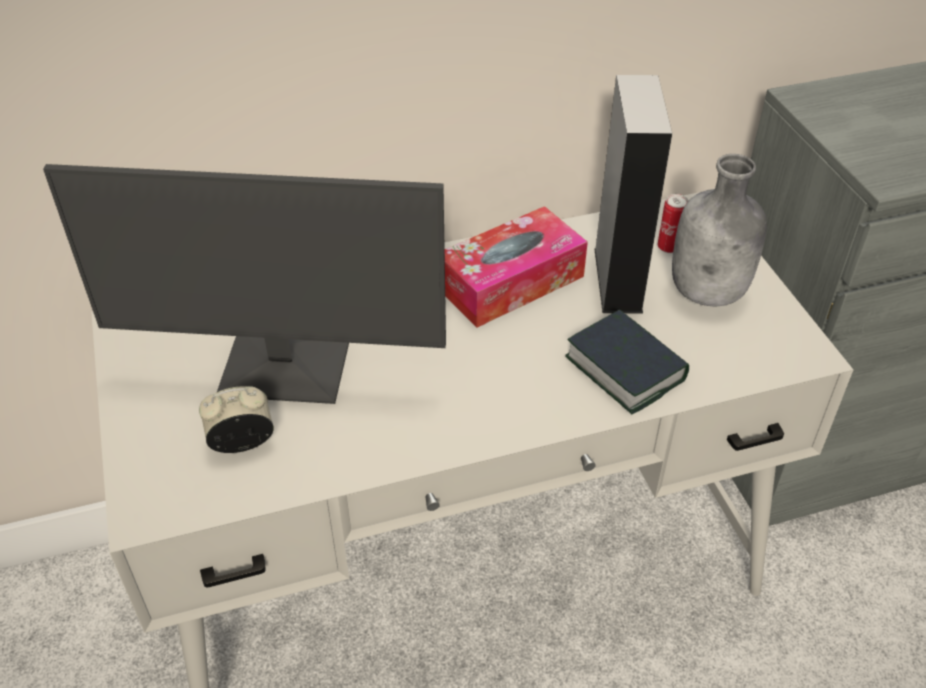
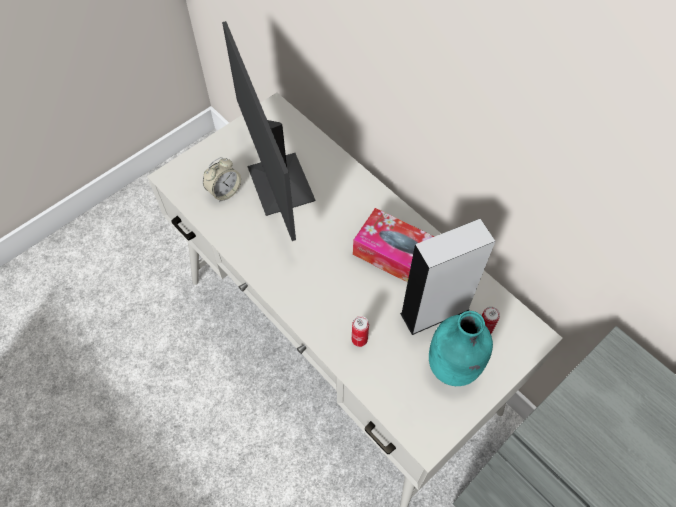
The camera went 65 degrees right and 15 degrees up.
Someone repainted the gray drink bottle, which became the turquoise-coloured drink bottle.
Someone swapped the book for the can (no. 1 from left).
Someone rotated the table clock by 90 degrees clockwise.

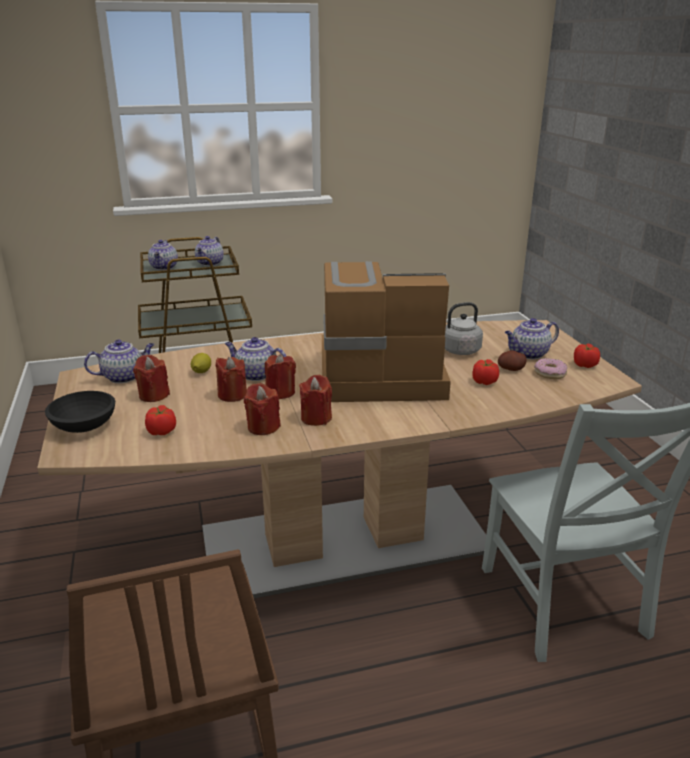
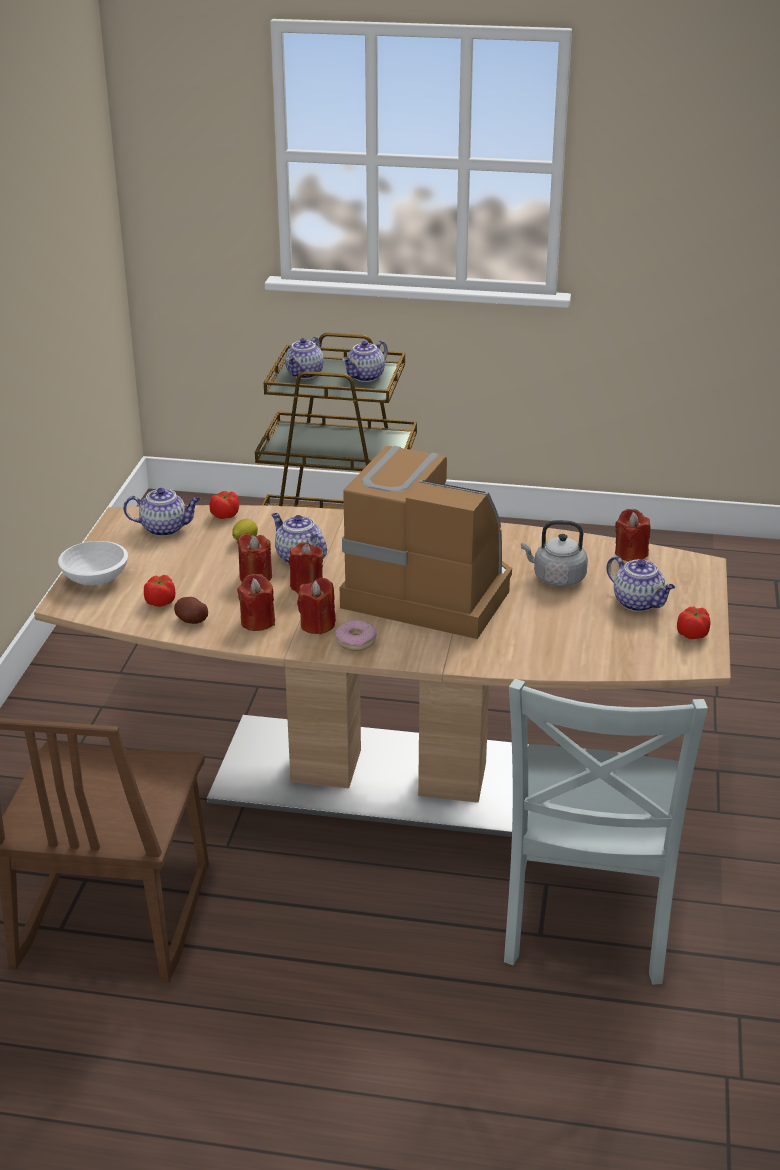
The camera went 25 degrees right and 5 degrees up.
Someone rotated the pot for tea (no. 5 from left) by 135 degrees counterclockwise.
Someone carried the potato.
Someone carried the reddish wax candle (no. 1 from left in the first image).
Someone carried the doughnut.
Someone carried the fresh tomato (no. 2 from left).
Someone repainted the black-coloured bowl, which became the white-coloured bowl.

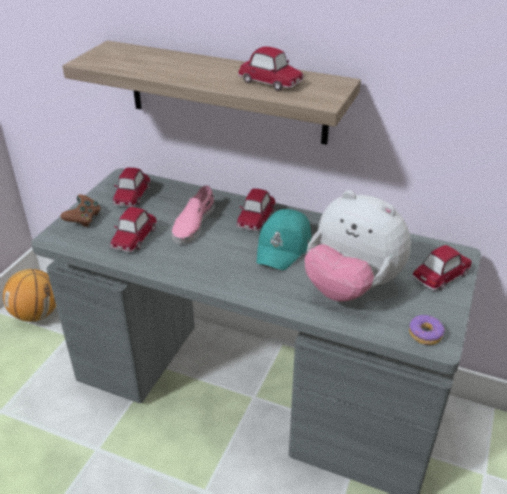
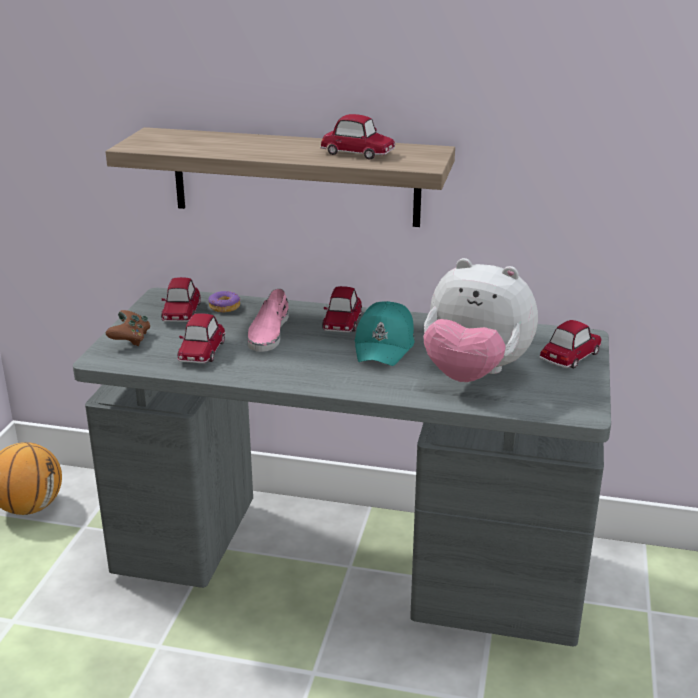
The camera went 10 degrees left and 10 degrees down.
Someone carried the doughnut.

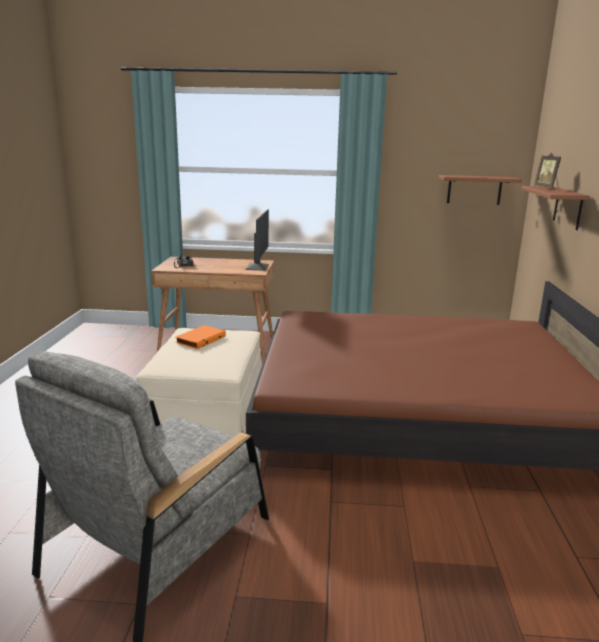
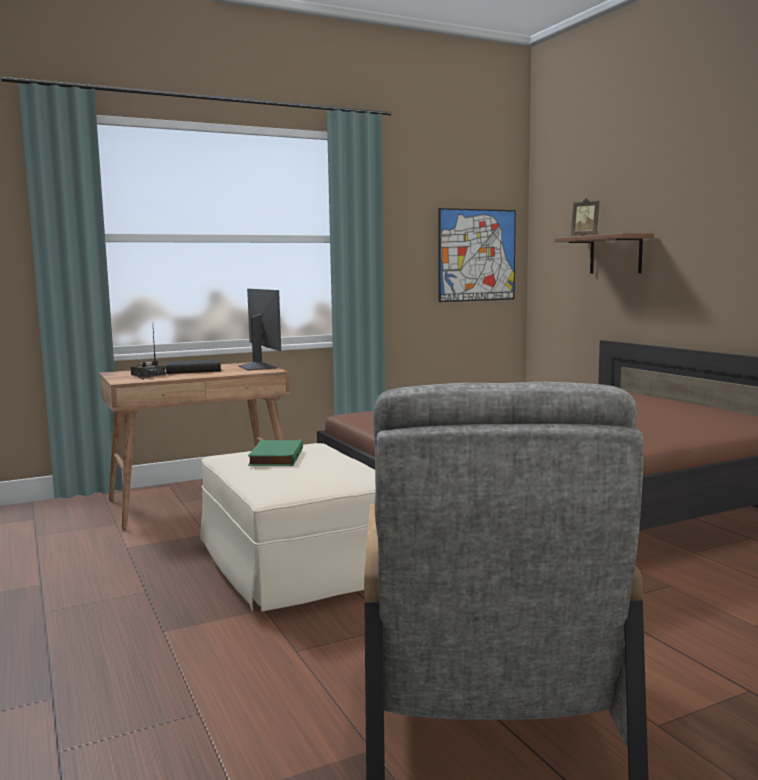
The camera went 30 degrees left and 10 degrees down.
Someone swapped the brown-coloured shelf (no. 1 from left) for the wall picture.
Someone repainted the orangey book, which became the greenish book.
Someone put down the black-coloured book.

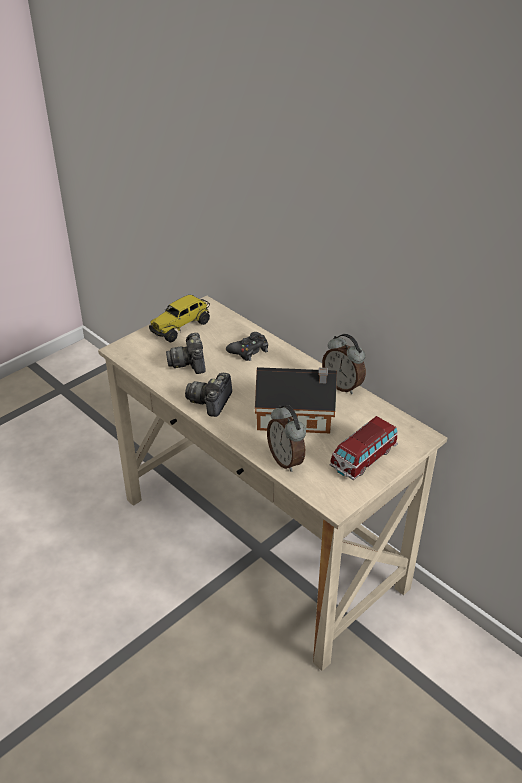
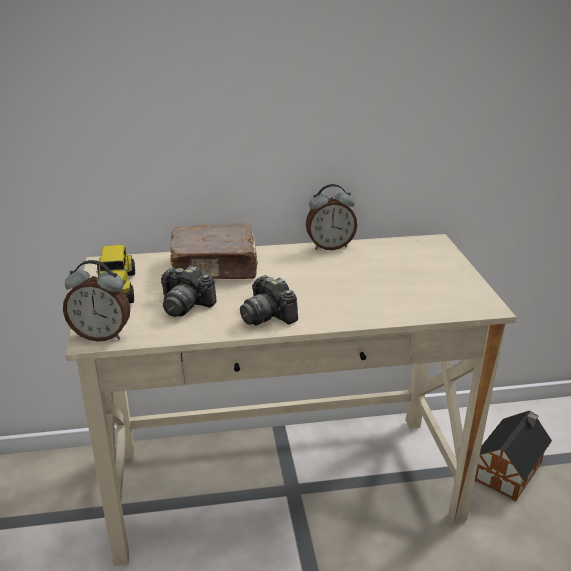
The camera went 55 degrees left and 10 degrees down.
Someone swapped the black-coloured gamepad for the brown-coloured book.
Someone carried the toy house.
Someone carried the table clock (no. 1 from left).
Someone took away the toy car.

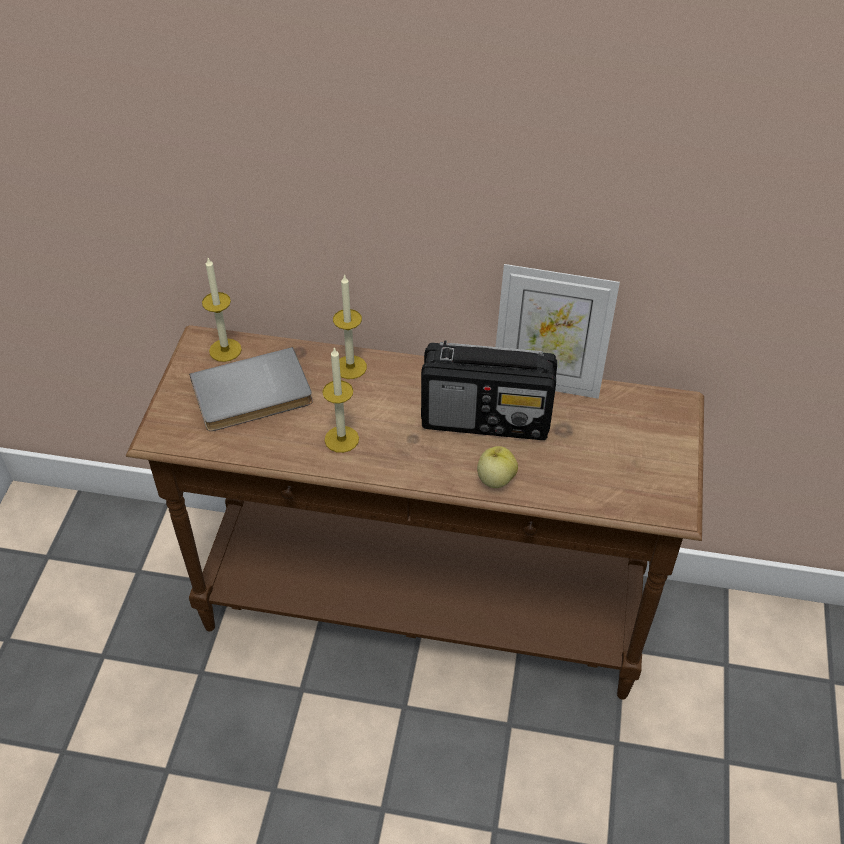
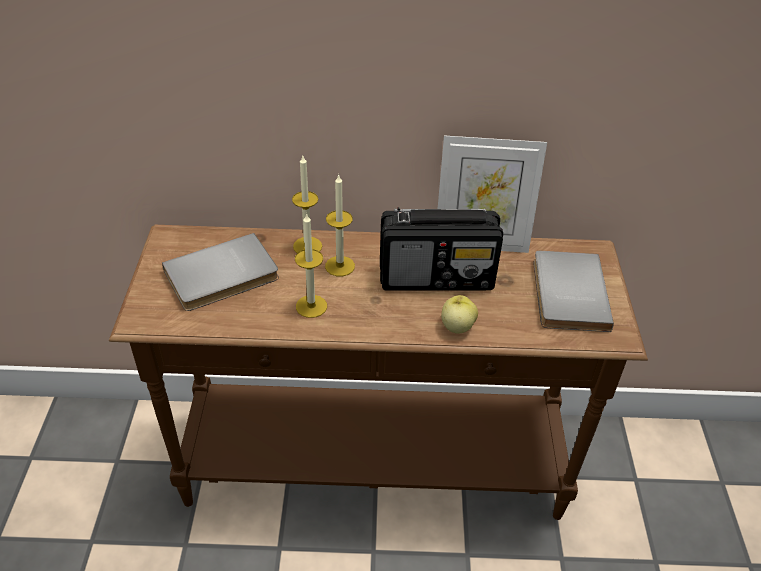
The camera went 10 degrees left and 5 degrees down.
Someone carried the wax candle (no. 1 from left in the first image).
Someone put down the gray book (no. 2 from left).

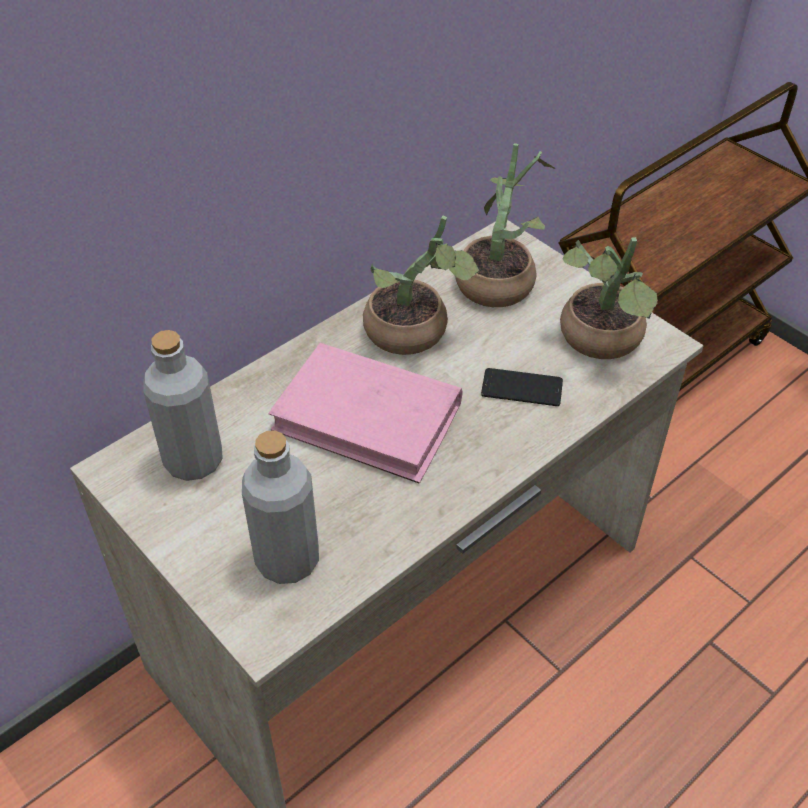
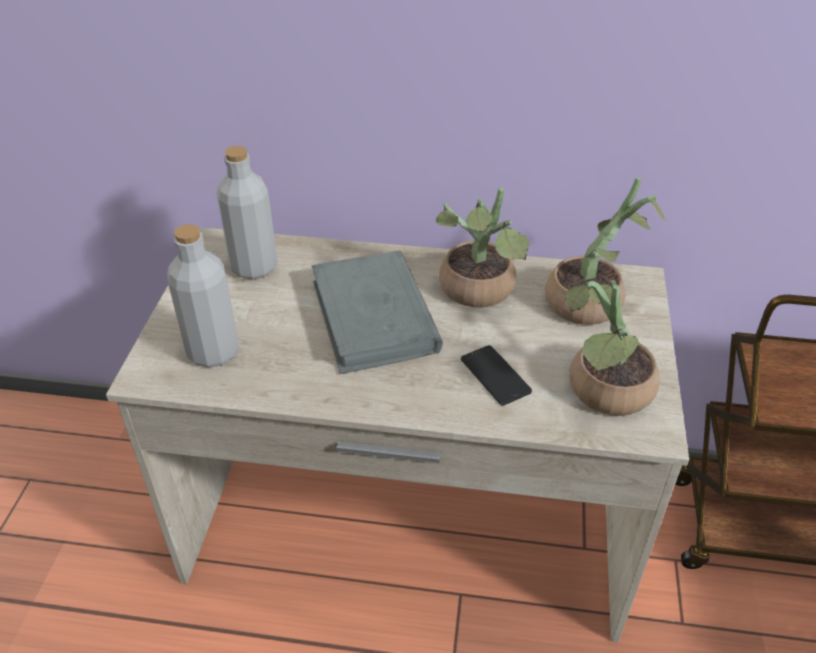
The camera went 50 degrees right and 5 degrees down.
Someone repainted the pinkish book, which became the gray book.

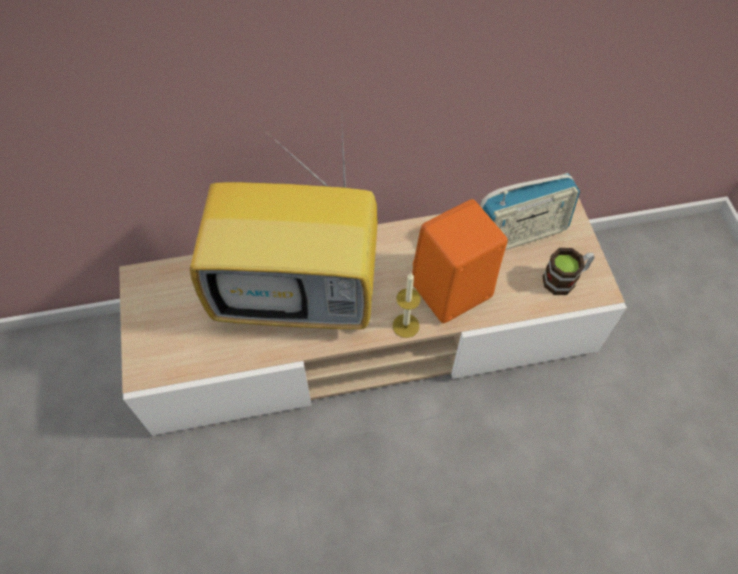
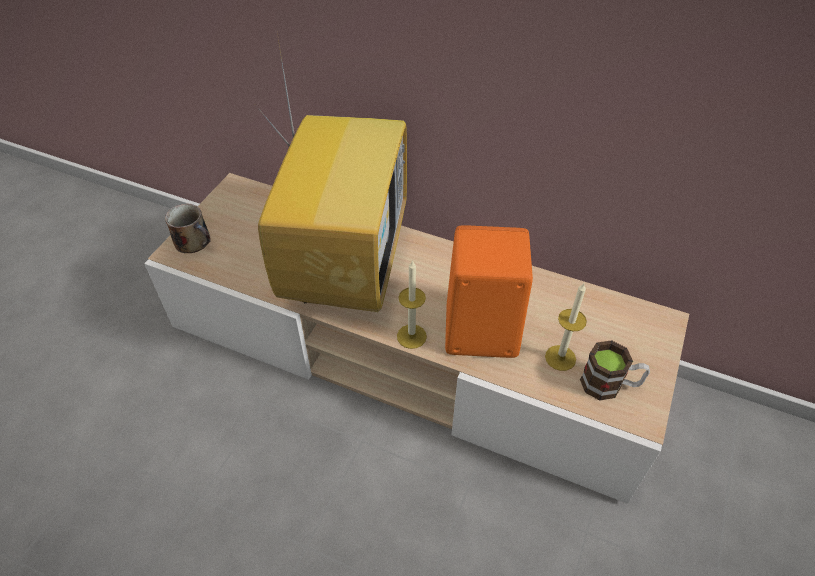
The camera went 35 degrees right and 10 degrees down.
Someone rotated the TV set by 120 degrees counterclockwise.
Someone took away the radio set.
Someone put down the tea mug (no. 1 from left).
Someone put down the wax candle (no. 2 from left).

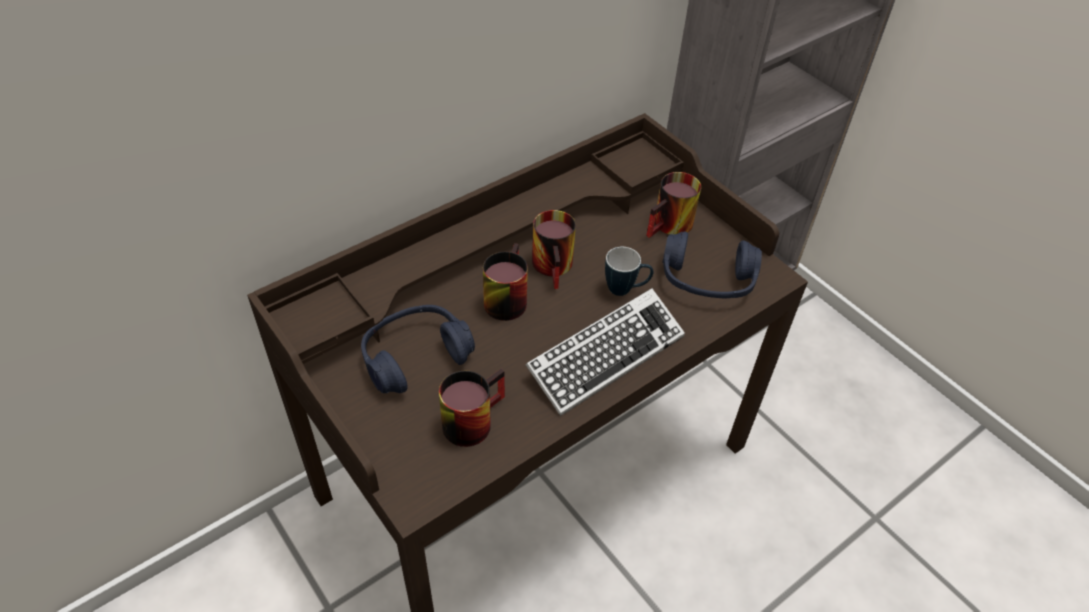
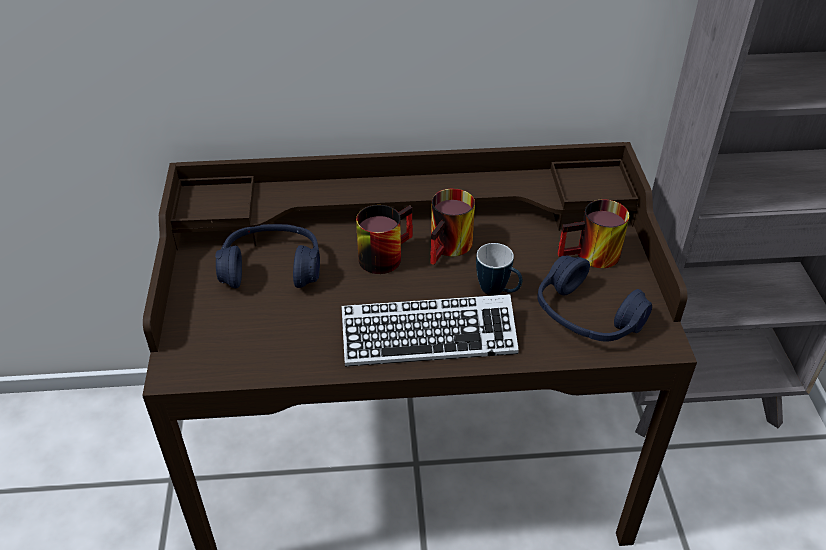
The camera went 35 degrees right and 5 degrees down.
Someone took away the tea mug (no. 1 from left).

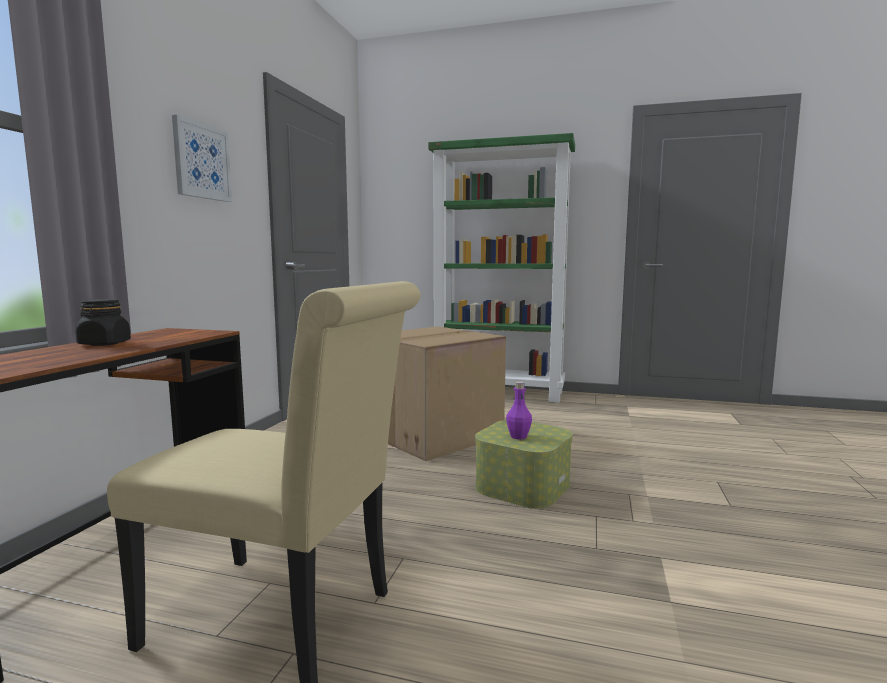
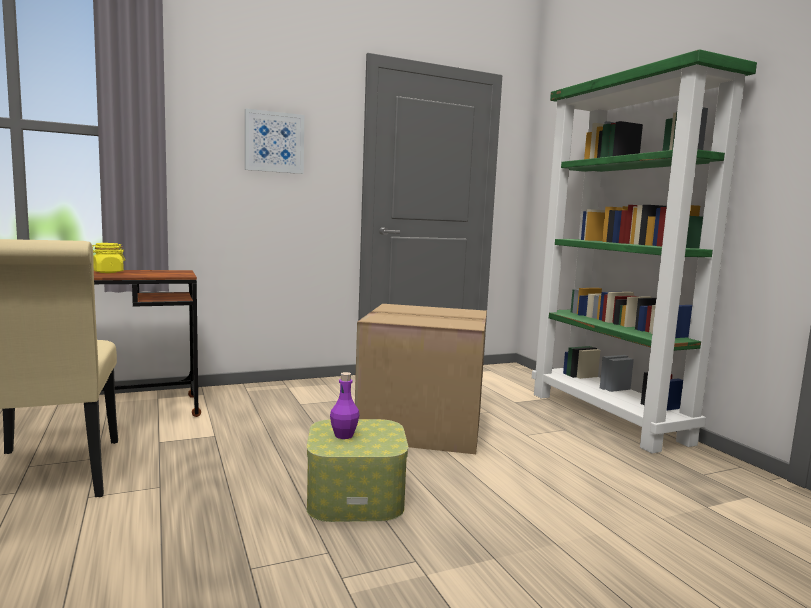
The camera went 50 degrees right and 0 degrees up.
Someone repainted the black-coloured preserve jar, which became the yellowish preserve jar.

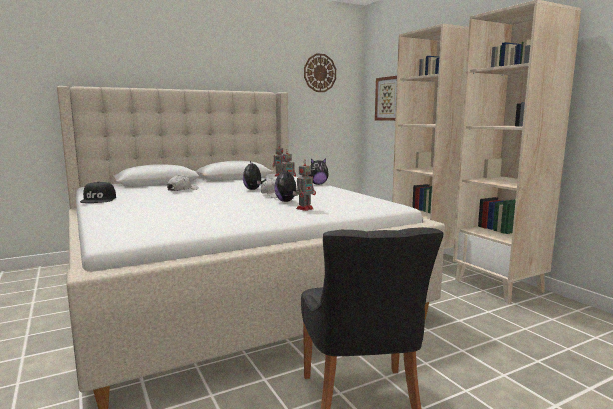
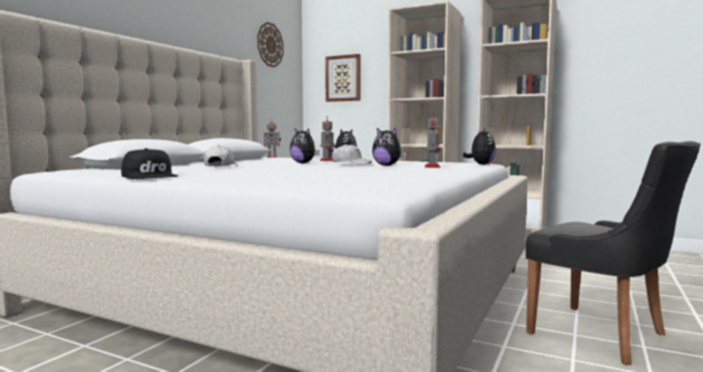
The camera went 35 degrees left and 5 degrees down.
Someone put down the soft toy (no. 4 from left).

